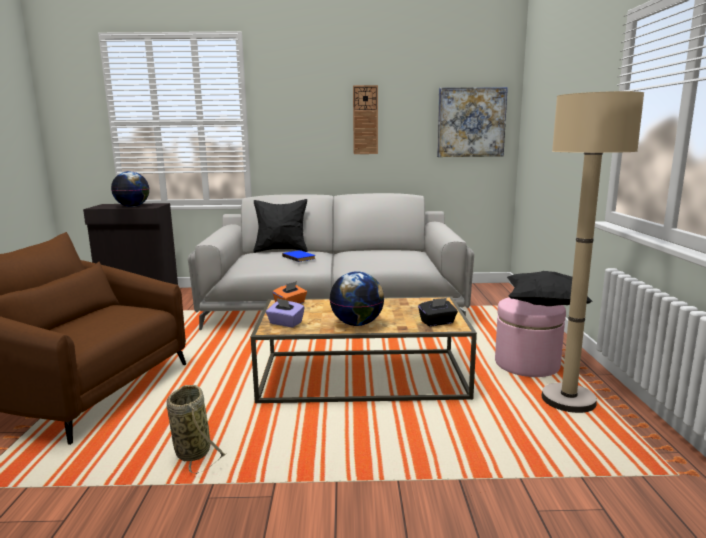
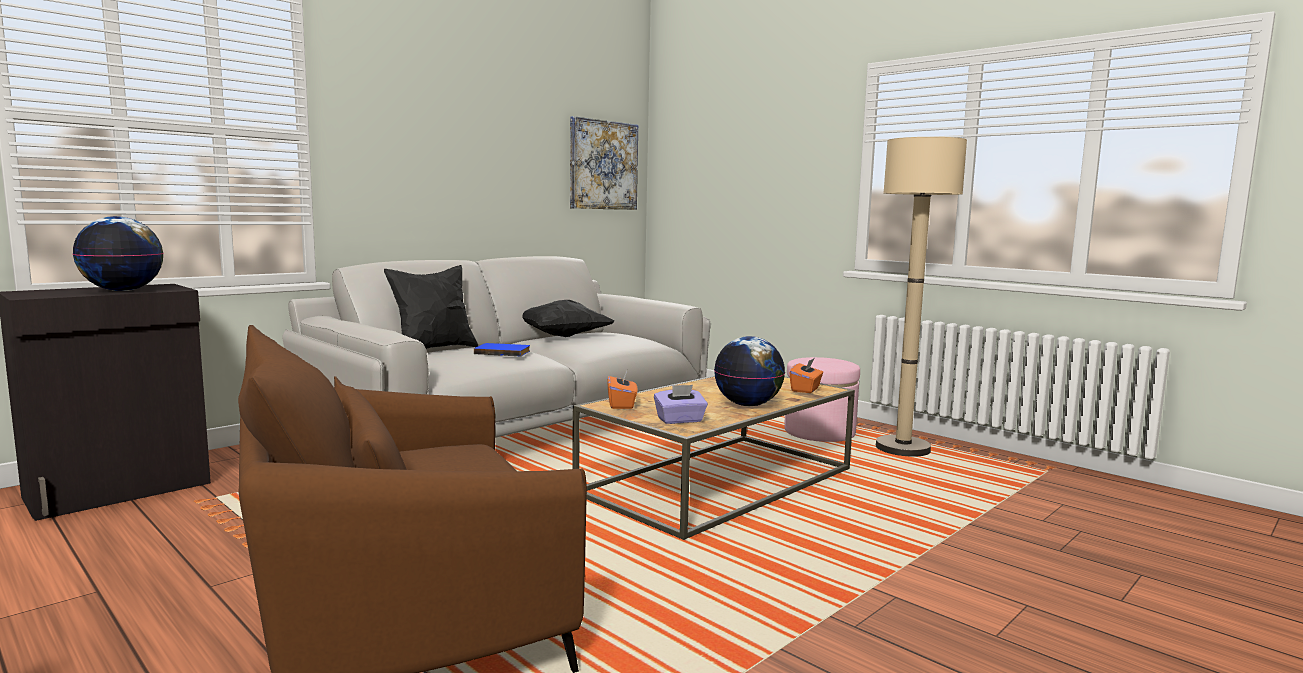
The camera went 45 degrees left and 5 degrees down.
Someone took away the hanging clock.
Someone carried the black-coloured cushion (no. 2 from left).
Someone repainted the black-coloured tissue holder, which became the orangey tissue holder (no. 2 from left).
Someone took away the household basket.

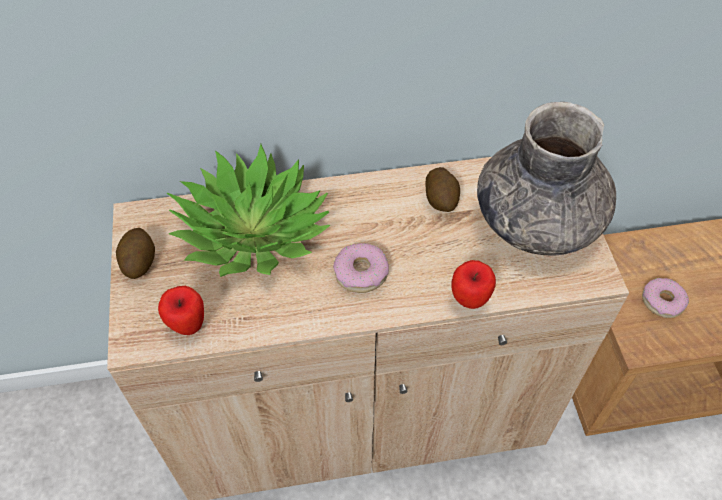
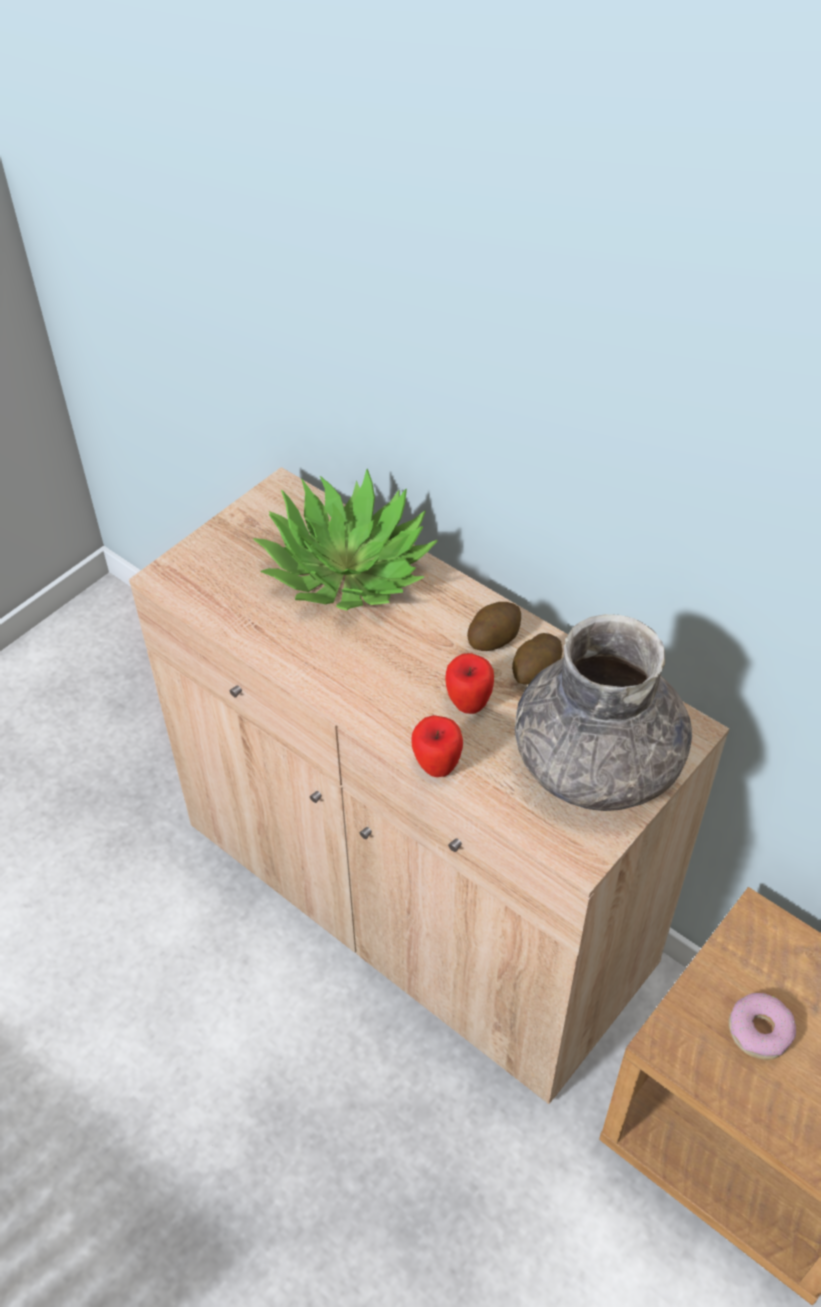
The camera went 50 degrees right and 5 degrees down.
Someone carried the potato (no. 1 from left).
Someone took away the doughnut (no. 1 from left).
Someone carried the apple fruit (no. 1 from left in the first image).

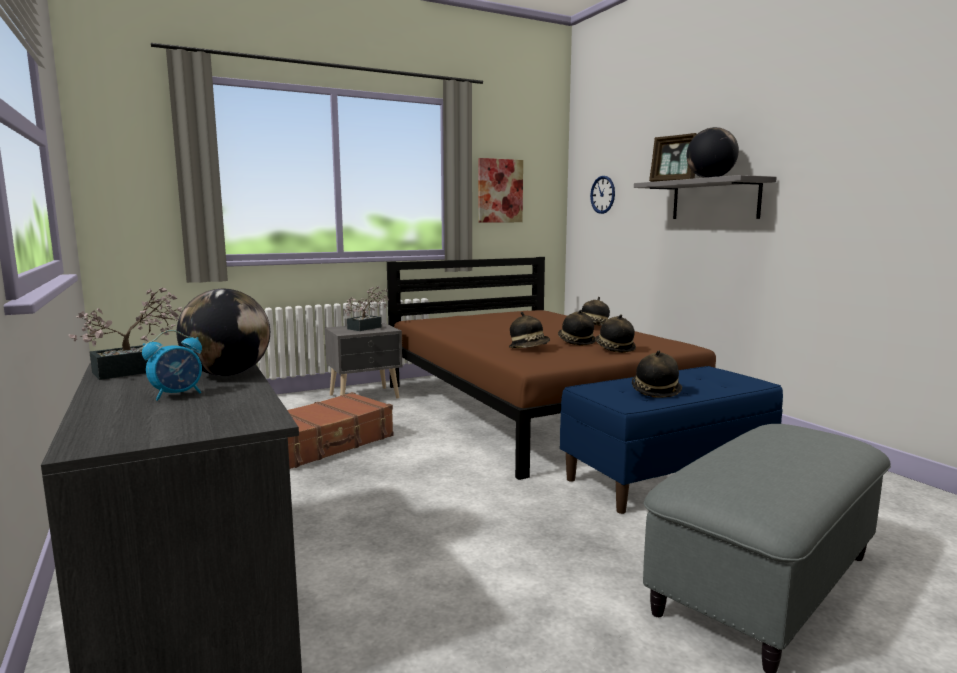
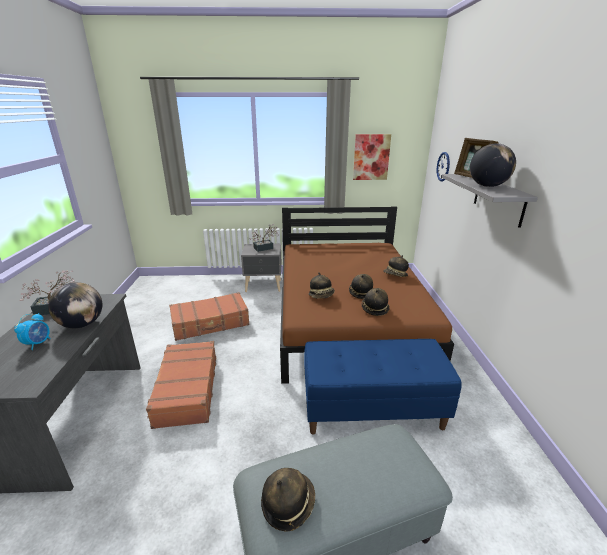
The camera went 25 degrees right and 15 degrees up.
Someone rotated the table clock by 60 degrees counterclockwise.
Someone carried the clothing hat (no. 5 from left in the first image).
Someone put down the brown-coloured piece of luggage (no. 1 from left).

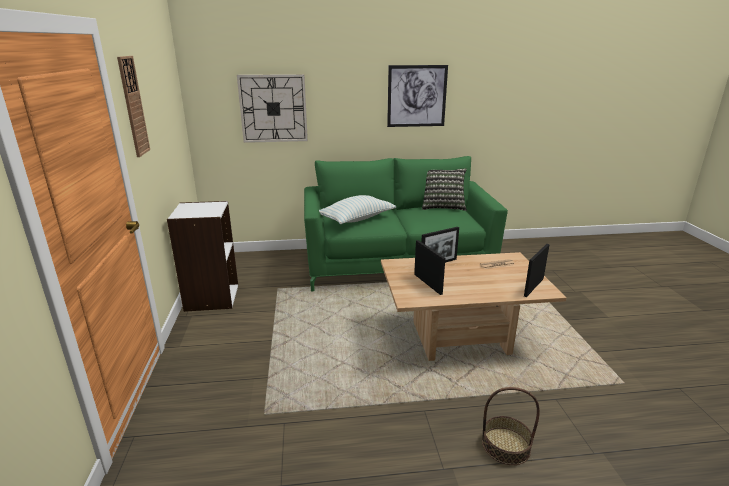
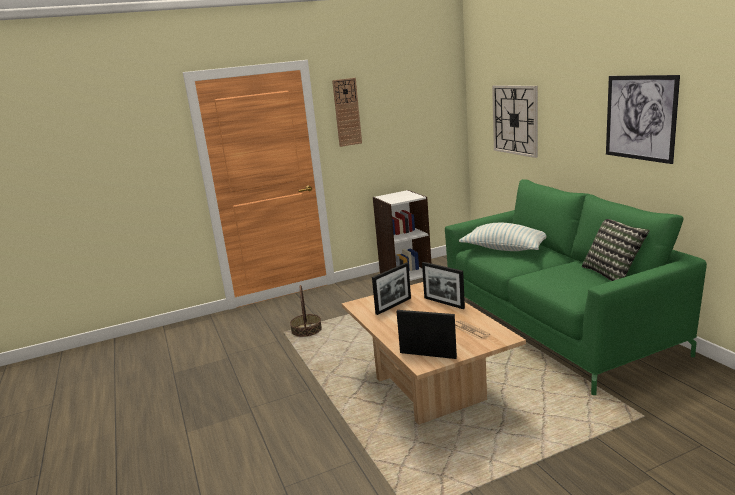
The camera went 75 degrees right and 5 degrees down.
Someone carried the household basket.

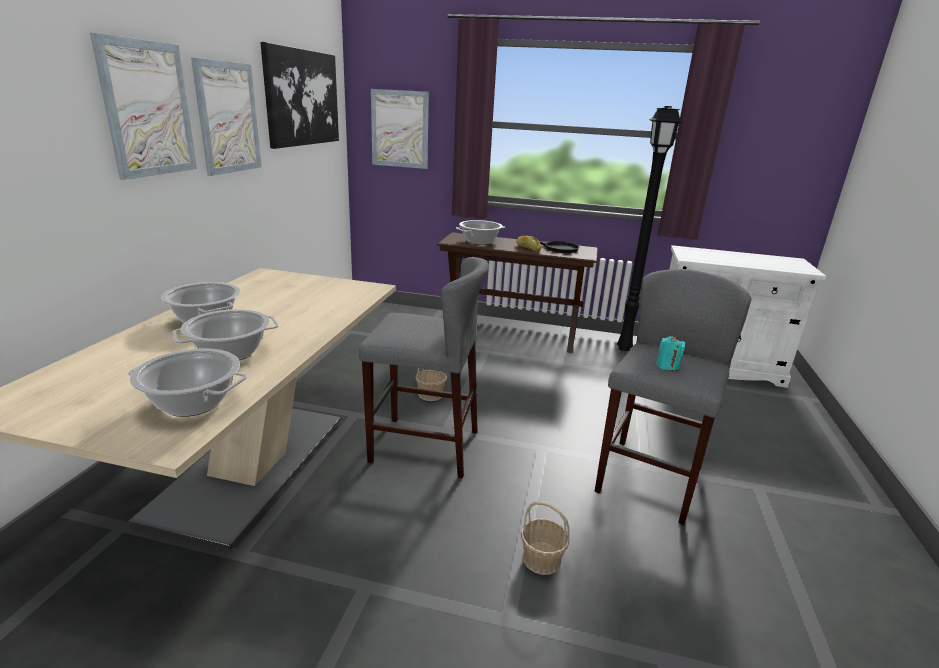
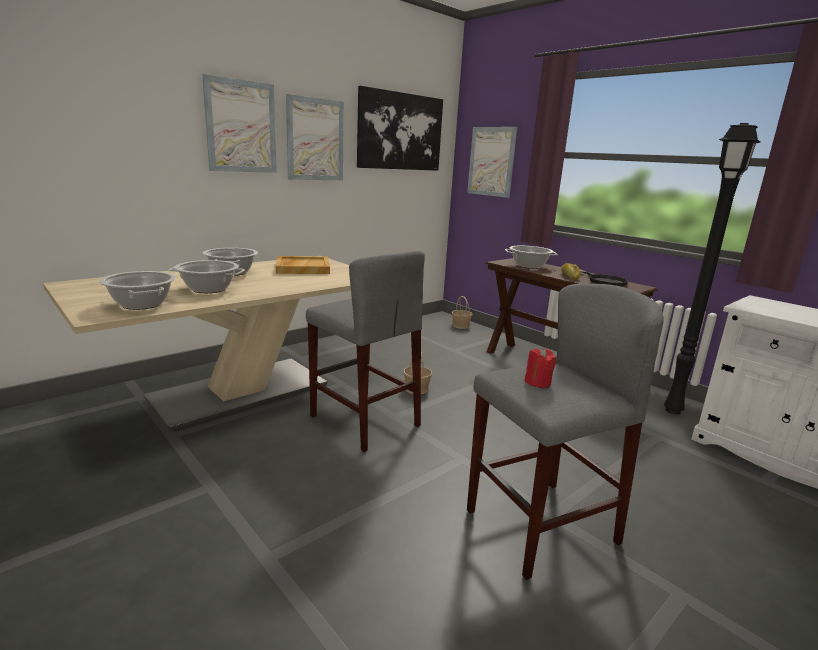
The camera went 35 degrees right and 5 degrees down.
Someone repainted the turquoise-coloured wax candle, which became the reddish wax candle.
Someone carried the household basket (no. 2 from left).
Someone put down the beige-coloured tray.

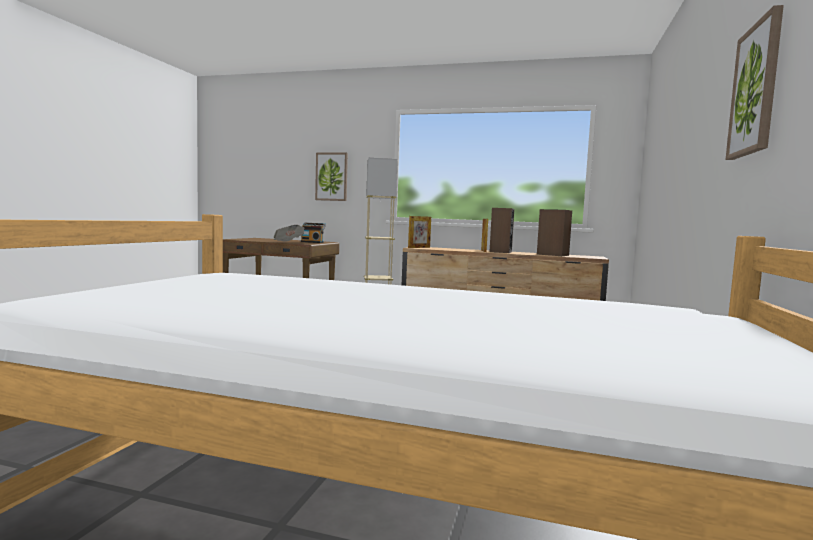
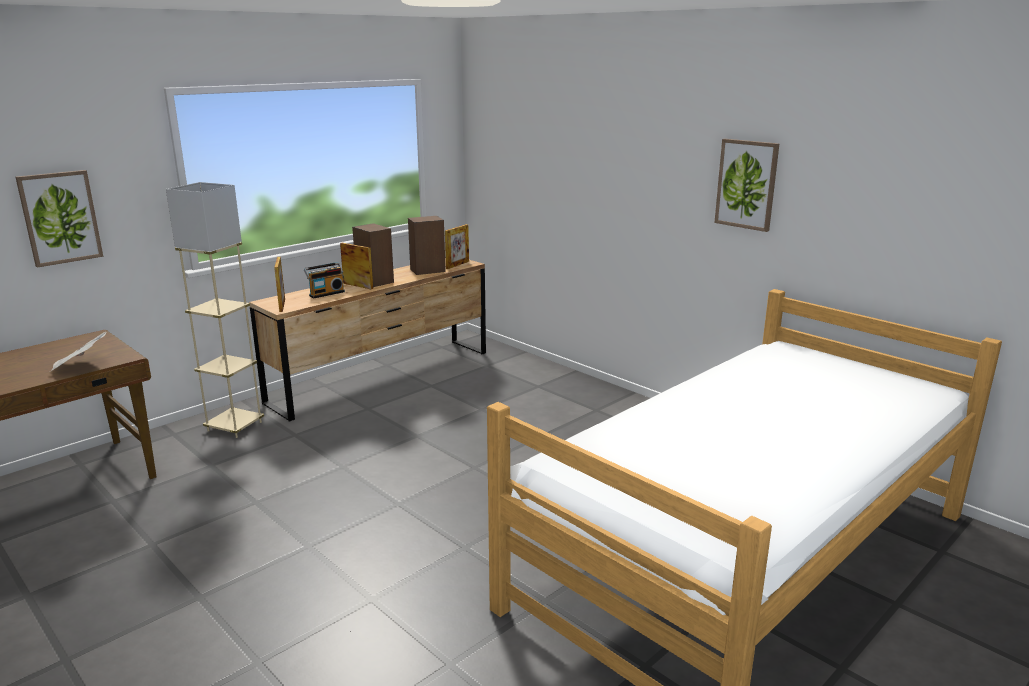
The camera went 60 degrees left and 15 degrees up.
Someone carried the radio set.
Someone put down the picture frame (no. 3 from left).

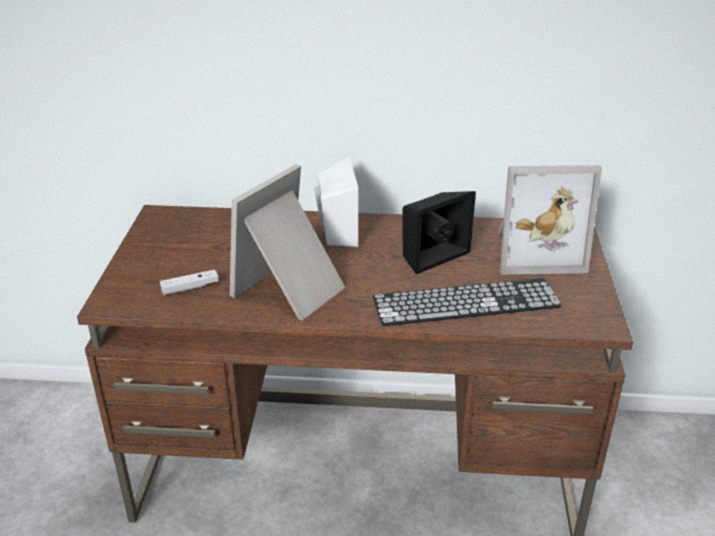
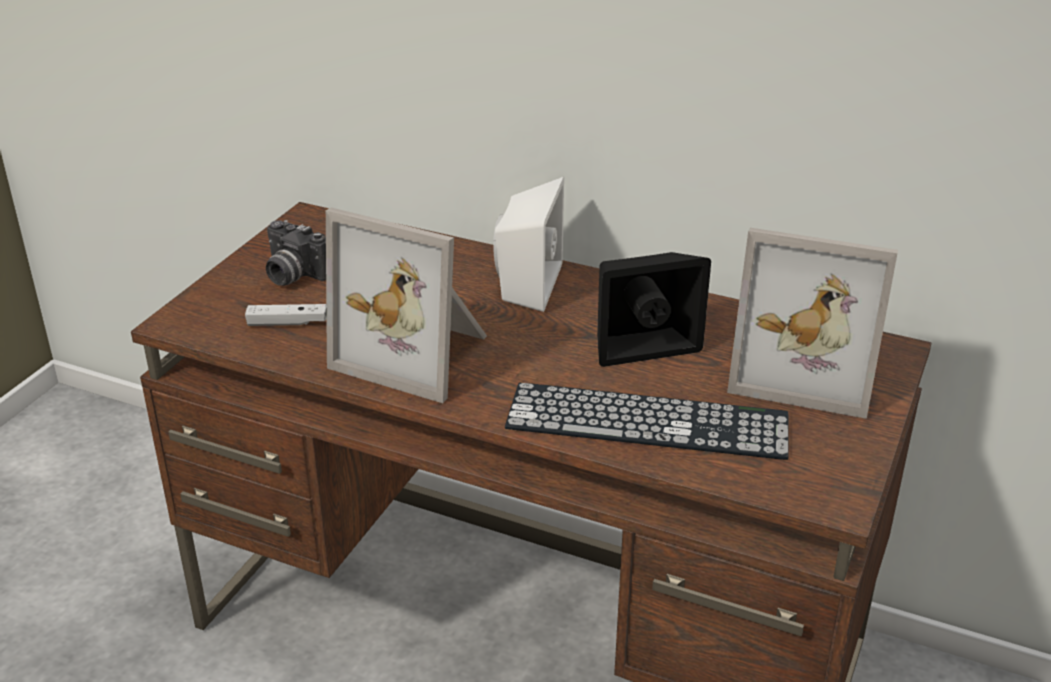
The camera went 20 degrees right and 0 degrees up.
Someone rotated the picture frame (no. 1 from left) by 120 degrees counterclockwise.
Someone put down the still camera.

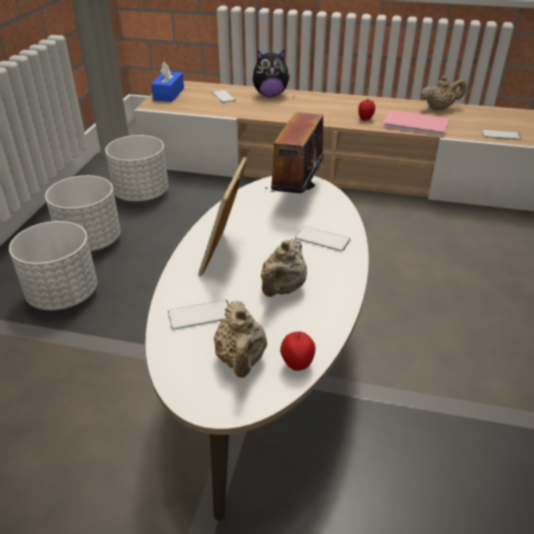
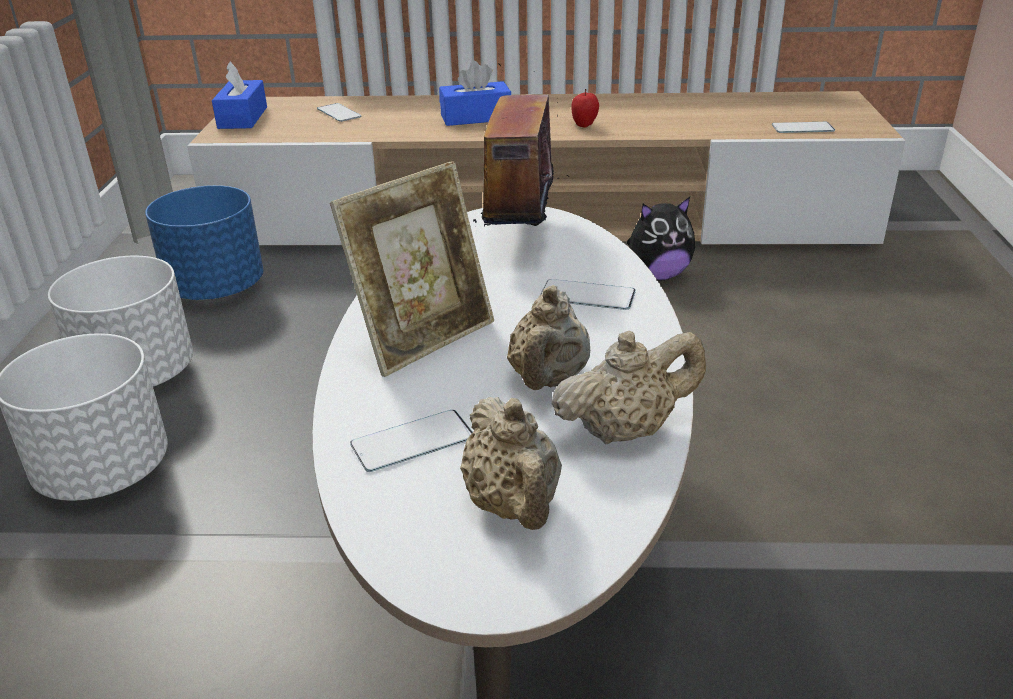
The camera went 10 degrees left and 5 degrees down.
Someone carried the soft toy.
Someone carried the beige-coloured pot for tea (no. 3 from left).
Someone took away the pinkish book.
Someone repainted the white-coloured flower pot (no. 3 from left), which became the blue flower pot.
Someone rotated the picture frame by 135 degrees counterclockwise.
Someone took away the apple fruit (no. 1 from left).
Someone put down the blue tissue holder (no. 2 from left).

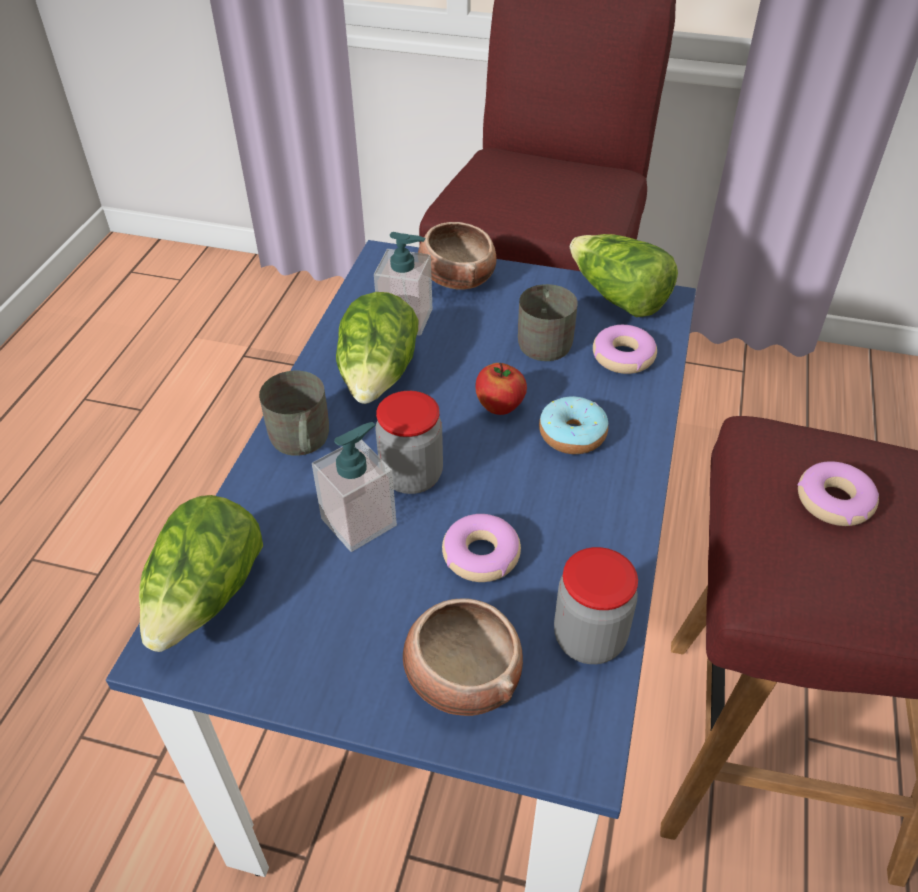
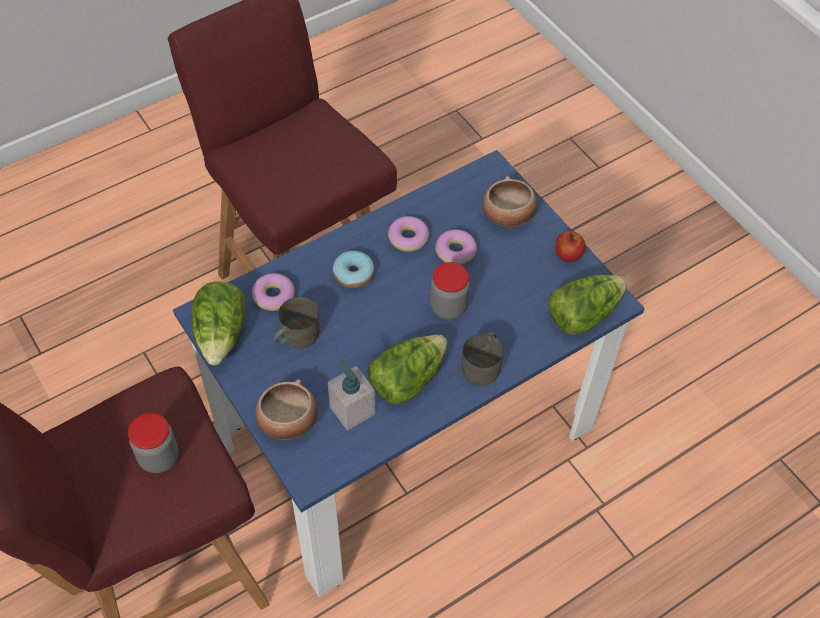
The camera went 140 degrees left and 10 degrees up.
Someone carried the apple fruit.
Someone took away the soap bottle (no. 1 from left).
Someone carried the doughnut (no. 4 from left in the first image).
Someone carried the preserve jar (no. 2 from left in the first image).

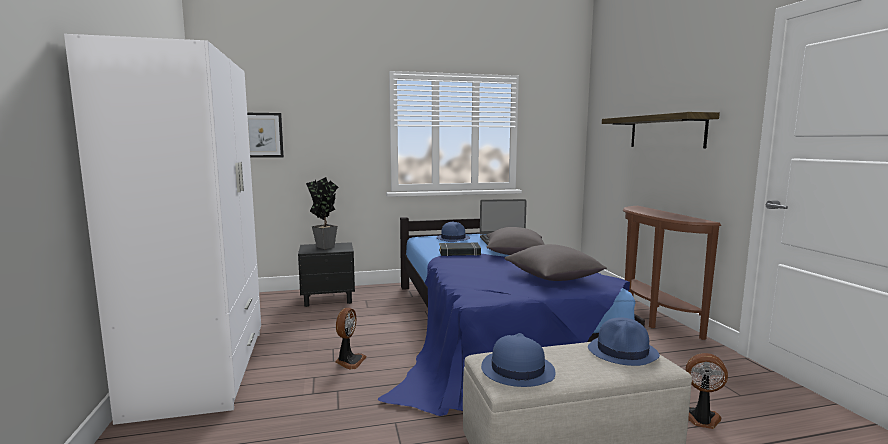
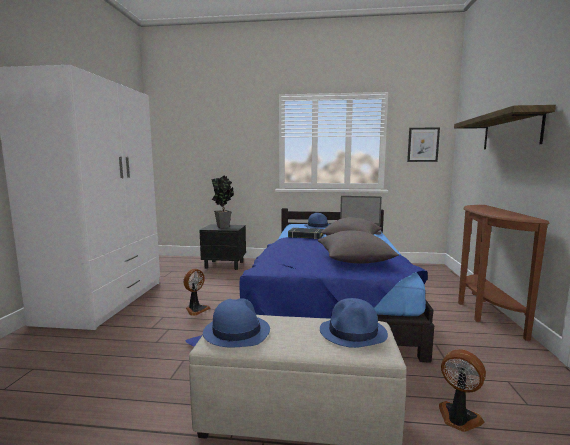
The camera went 20 degrees right and 0 degrees up.
Someone carried the wall picture.

